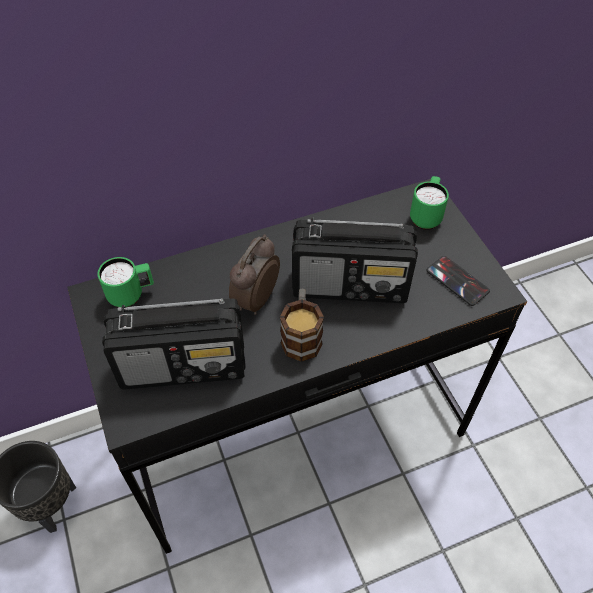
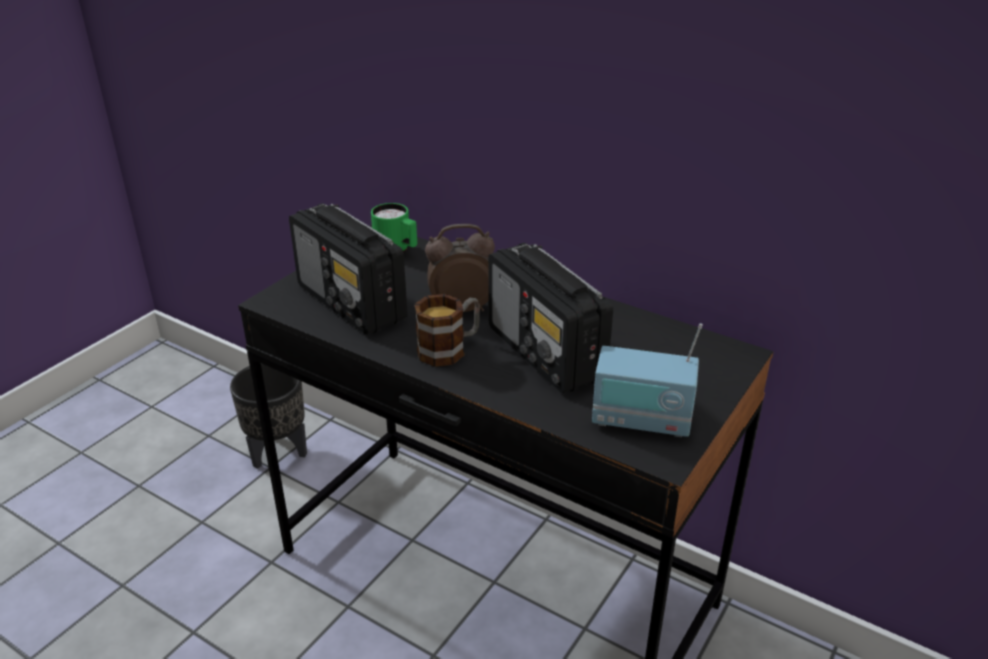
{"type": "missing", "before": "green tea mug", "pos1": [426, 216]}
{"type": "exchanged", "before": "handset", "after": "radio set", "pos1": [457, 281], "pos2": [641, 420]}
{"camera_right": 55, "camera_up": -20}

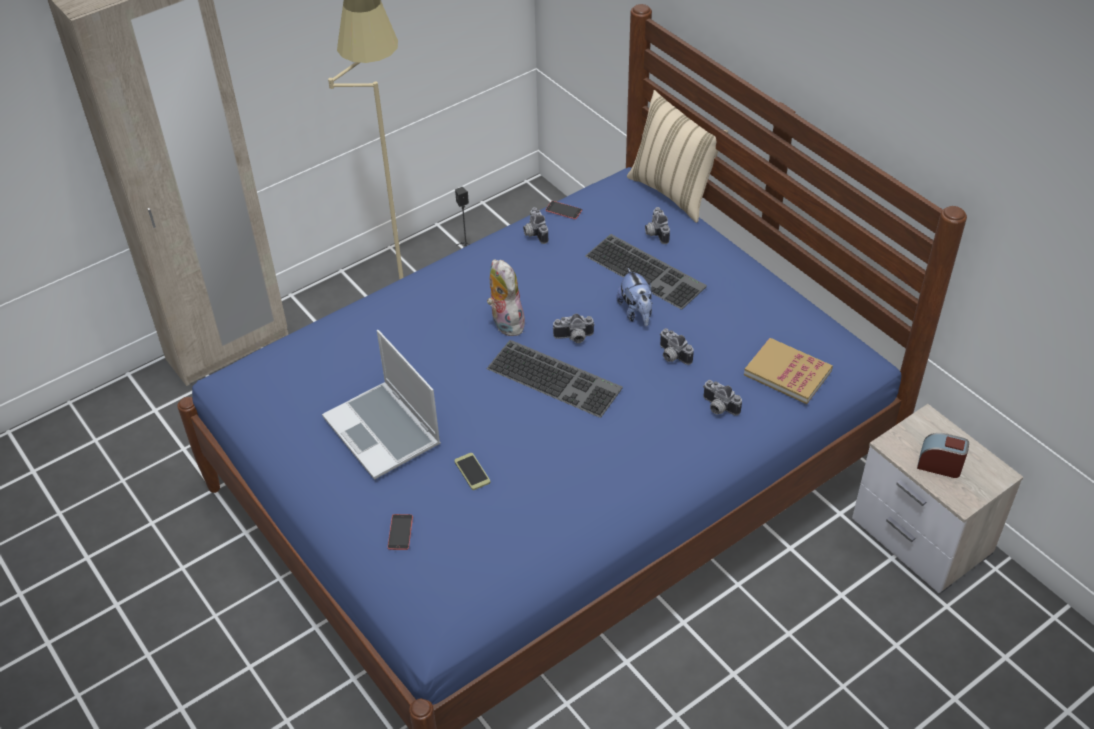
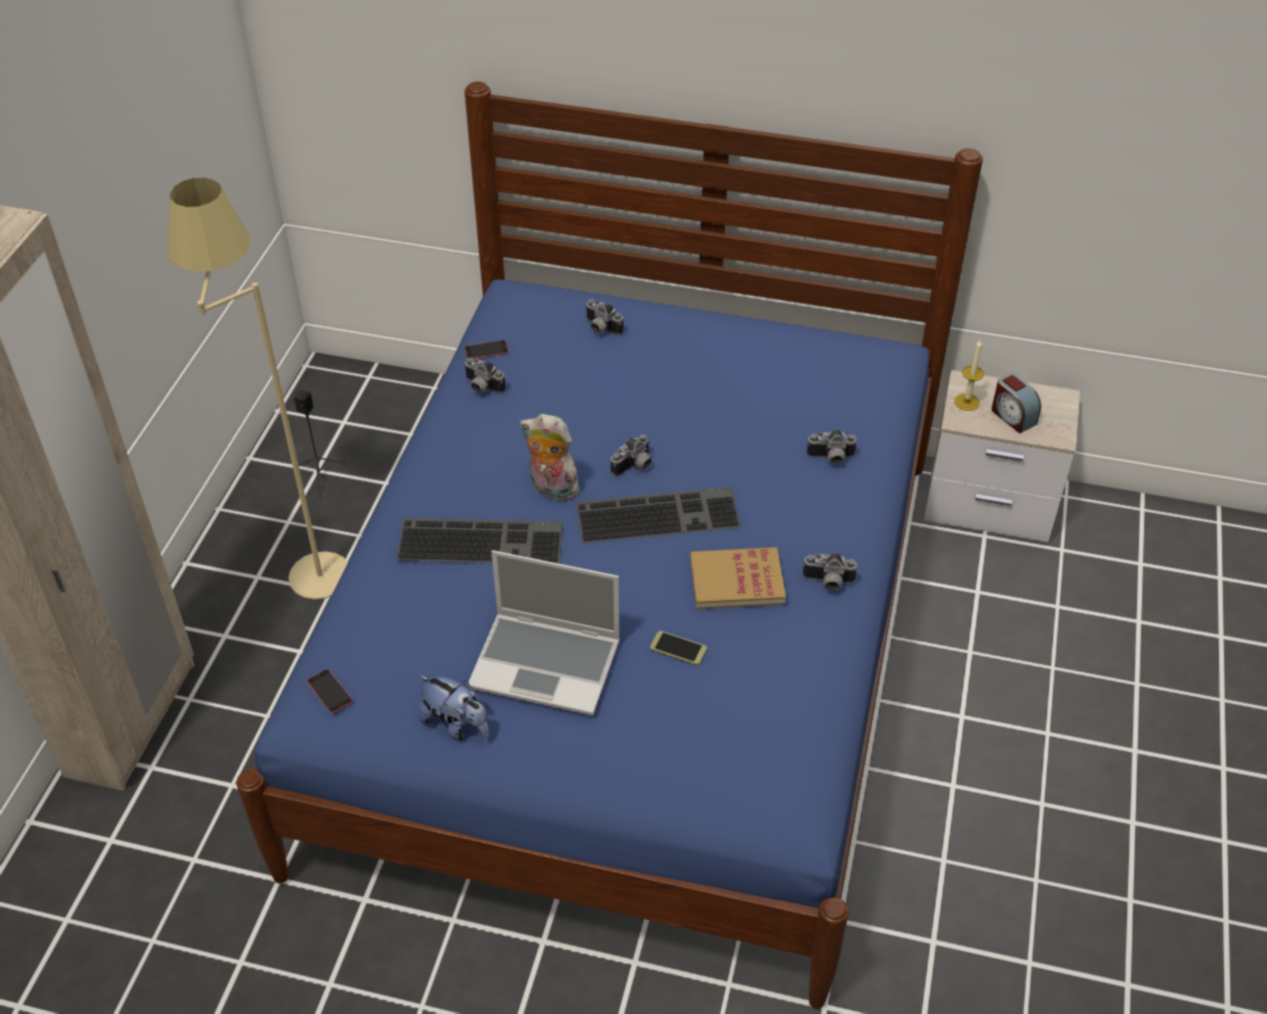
{"type": "missing", "before": "sand-coloured pillow", "pos1": [674, 191]}
{"type": "appeared", "after": "candle", "pos2": [966, 402]}
{"type": "relocated", "before": "handset", "pos1": [400, 532], "pos2": [329, 691]}
{"type": "relocated", "before": "computer keyboard", "pos1": [647, 271], "pos2": [482, 540]}
{"type": "relocated", "before": "plush toy", "pos1": [636, 313], "pos2": [456, 724]}
{"type": "relocated", "before": "still camera", "pos1": [671, 356], "pos2": [828, 583]}
{"type": "relocated", "before": "bound book", "pos1": [787, 373], "pos2": [736, 581]}
{"type": "spun", "before": "table clock", "pos1": [939, 465], "pos2": [1012, 416], "turn": -105}
{"camera_right": -40, "camera_up": 0}

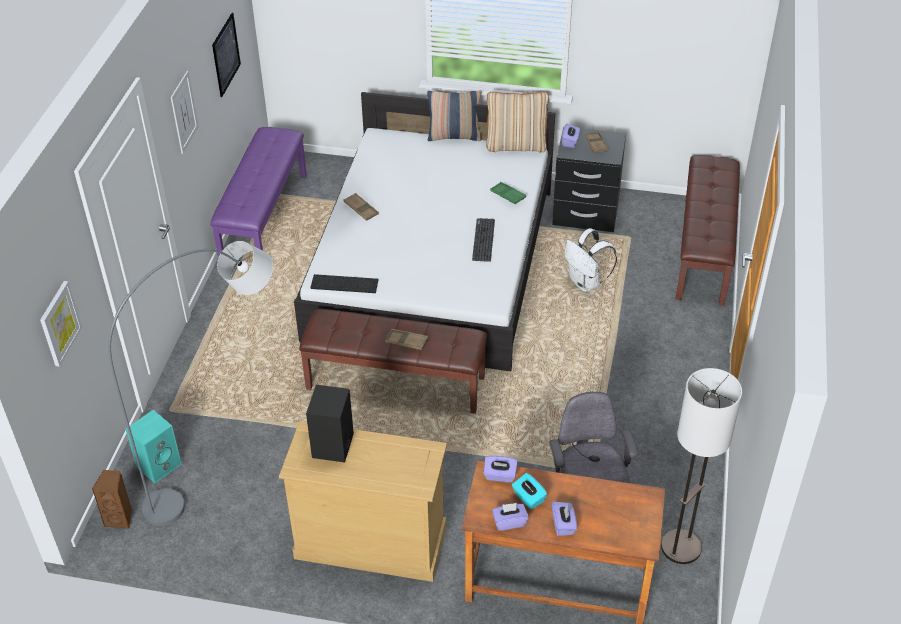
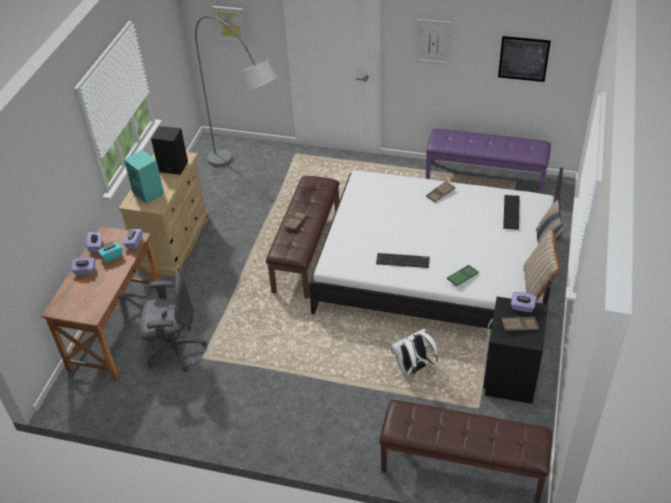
{"type": "missing", "before": "brownish loudspeaker", "pos1": [120, 518]}
{"type": "missing", "before": "floor lamp", "pos1": [681, 547]}
{"type": "relocated", "before": "turquoise-coloured loudspeaker", "pos1": [159, 464], "pos2": [149, 193]}
{"type": "relocated", "before": "computer keyboard", "pos1": [345, 283], "pos2": [512, 212]}
{"camera_right": 95, "camera_up": 0}

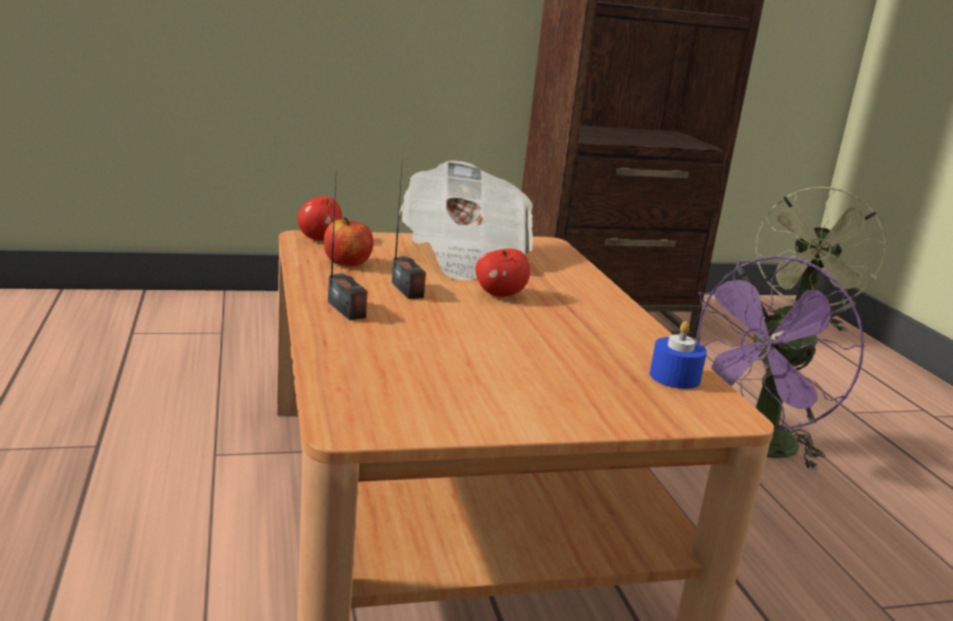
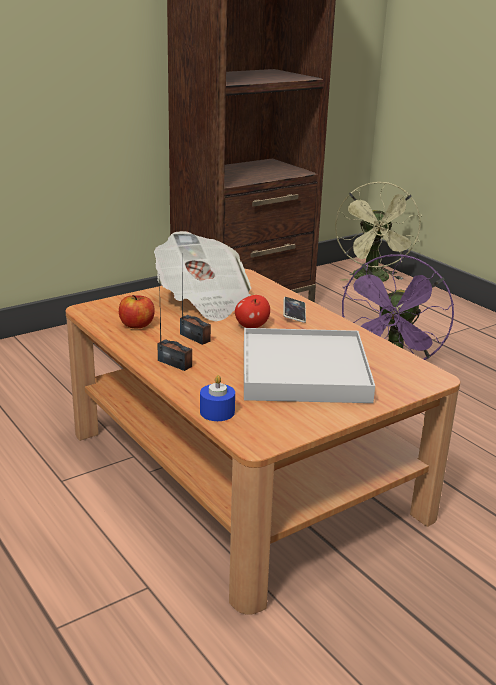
{"type": "missing", "before": "whole apple", "pos1": [319, 238]}
{"type": "appeared", "after": "white-coloured carrying tray", "pos2": [304, 371]}
{"type": "appeared", "after": "handset", "pos2": [294, 312]}
{"type": "relocated", "before": "bluish candle", "pos1": [674, 377], "pos2": [217, 412]}
{"camera_right": -20, "camera_up": 5}

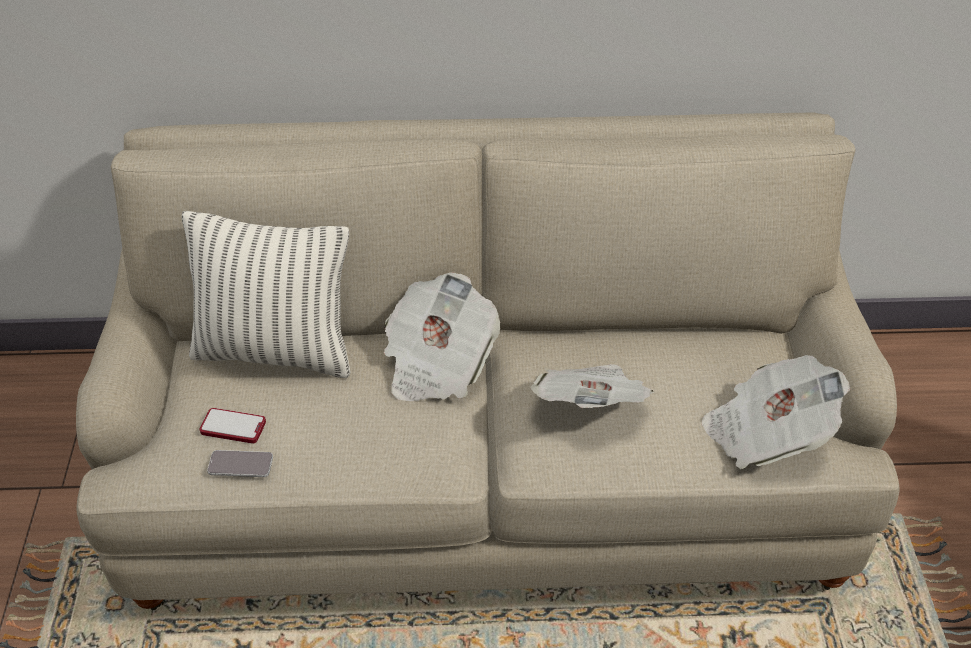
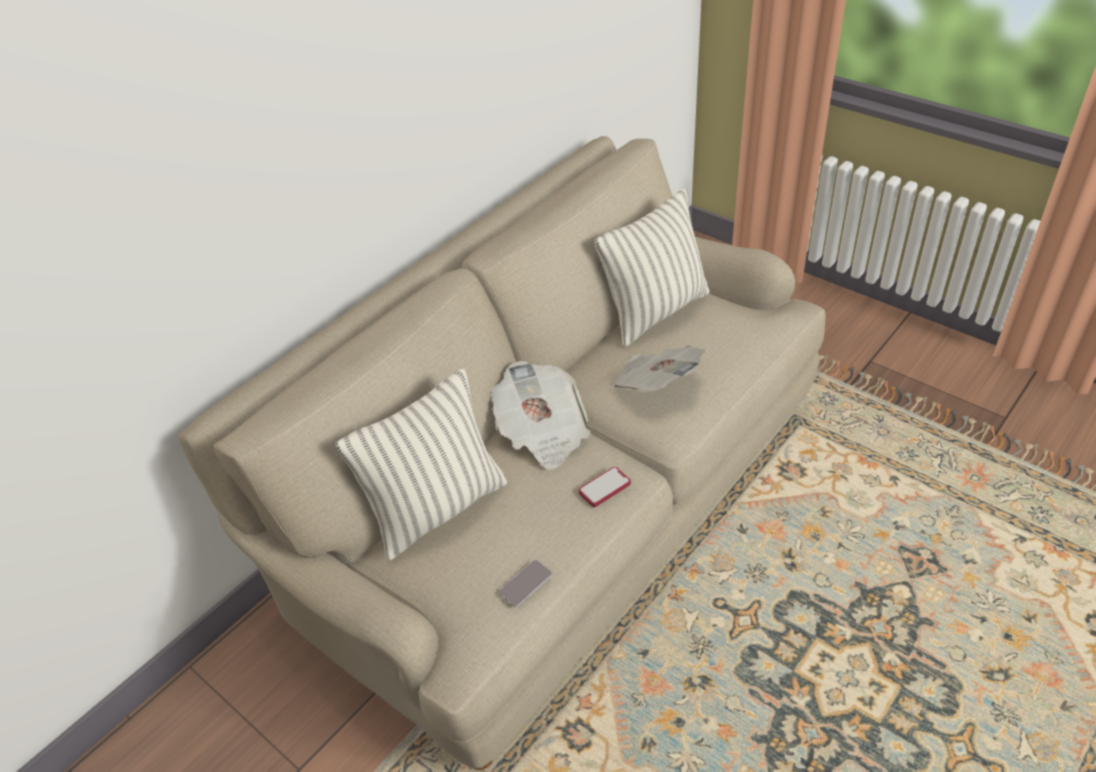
{"type": "missing", "before": "newspaper", "pos1": [767, 434]}
{"type": "appeared", "after": "pillow", "pos2": [655, 312]}
{"type": "relocated", "before": "handset", "pos1": [233, 427], "pos2": [604, 488]}
{"camera_right": -45, "camera_up": 0}

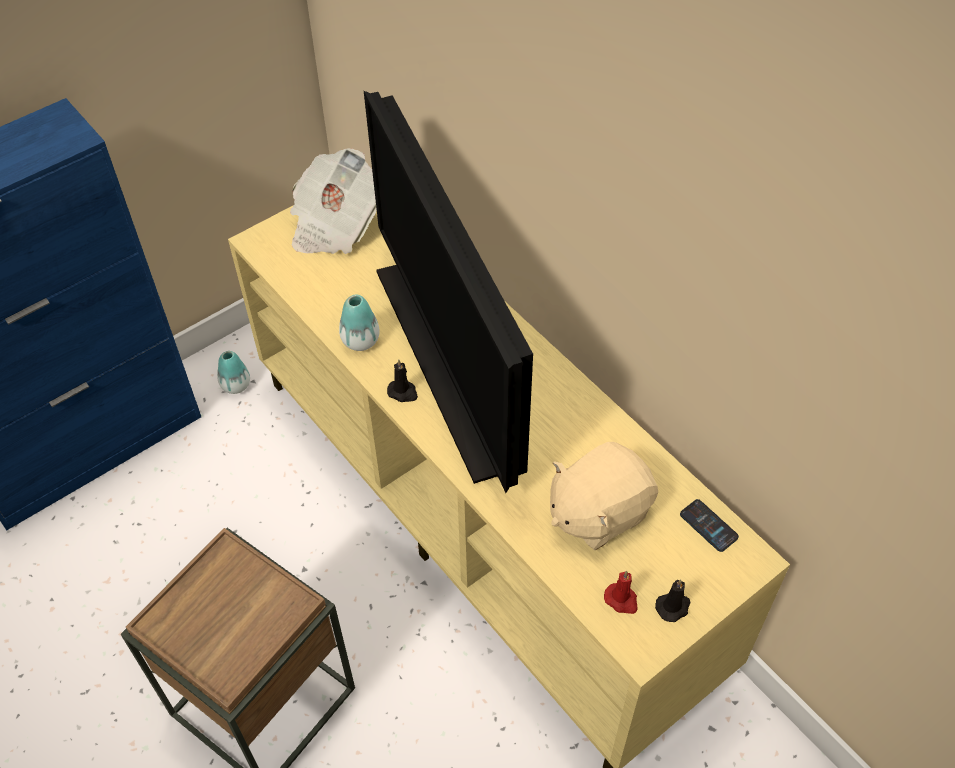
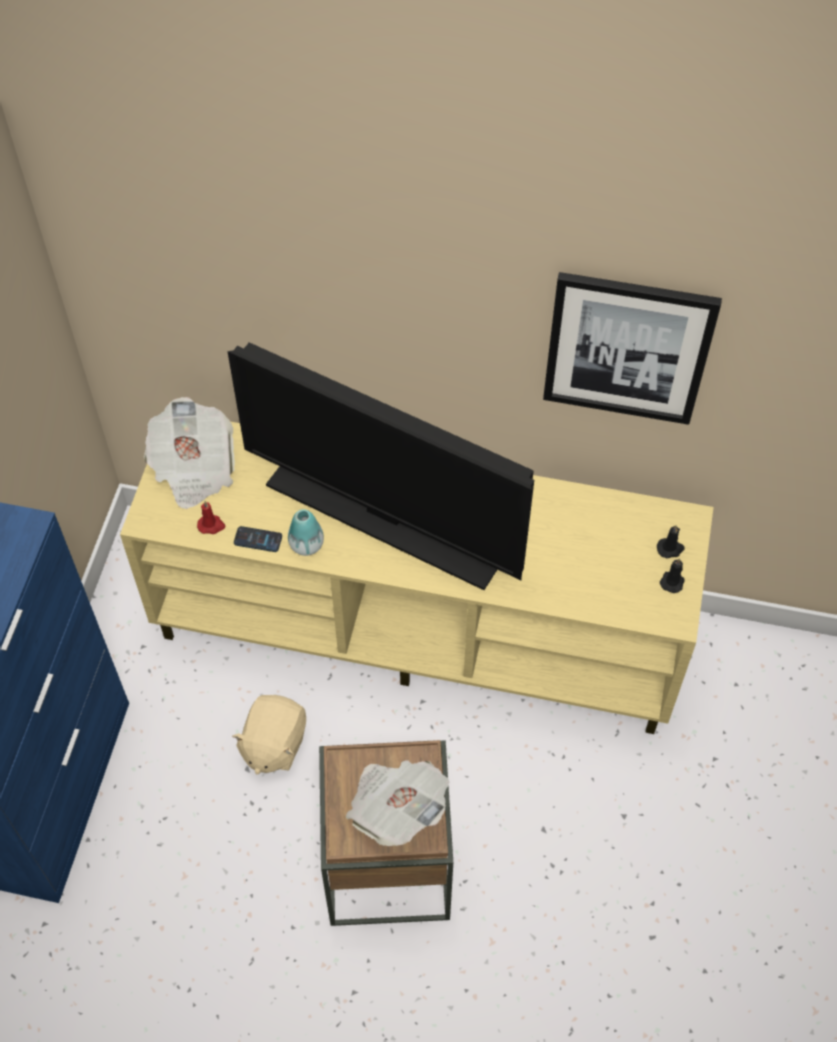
{"type": "missing", "before": "vase", "pos1": [236, 385]}
{"type": "appeared", "after": "newspaper", "pos2": [396, 808]}
{"type": "appeared", "after": "wall art", "pos2": [627, 348]}
{"type": "relocated", "before": "blackish candle", "pos1": [403, 392], "pos2": [670, 549]}
{"type": "relocated", "before": "sand-coloured plush toy", "pos1": [598, 512], "pos2": [273, 744]}
{"type": "relocated", "before": "reddish candle", "pos1": [622, 600], "pos2": [211, 525]}
{"type": "relocated", "before": "handset", "pos1": [708, 526], "pos2": [258, 539]}
{"camera_right": -40, "camera_up": 5}

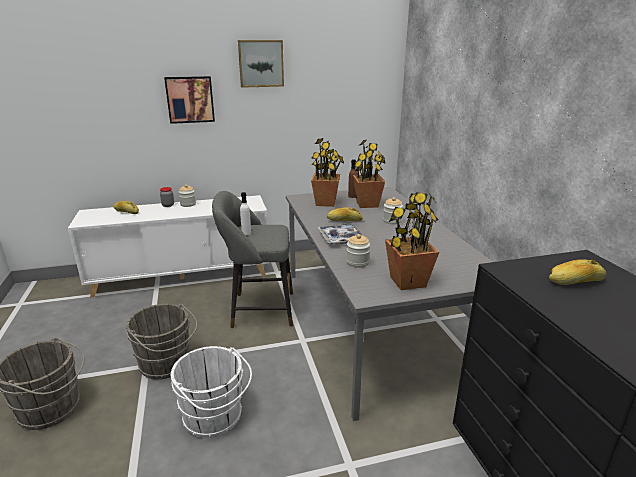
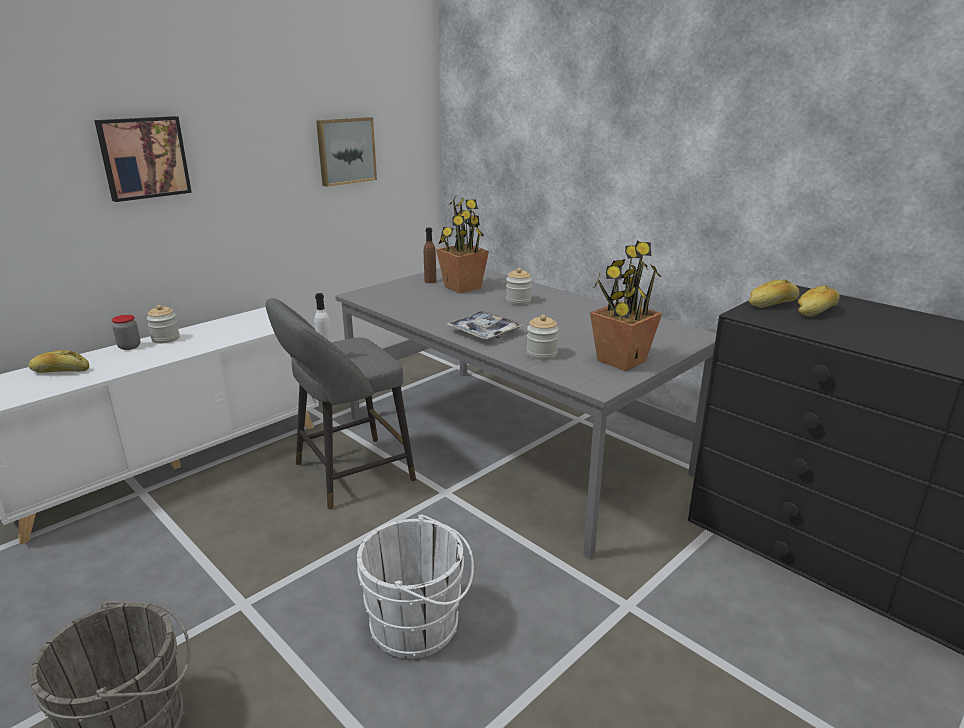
{"type": "missing", "before": "gray pail", "pos1": [167, 364]}
{"type": "missing", "before": "potted plant", "pos1": [325, 203]}
{"type": "relocated", "before": "wall art", "pos1": [261, 63], "pos2": [345, 151]}
{"type": "relocated", "before": "bakery bread", "pos1": [344, 220], "pos2": [772, 304]}
{"camera_right": -30, "camera_up": 0}

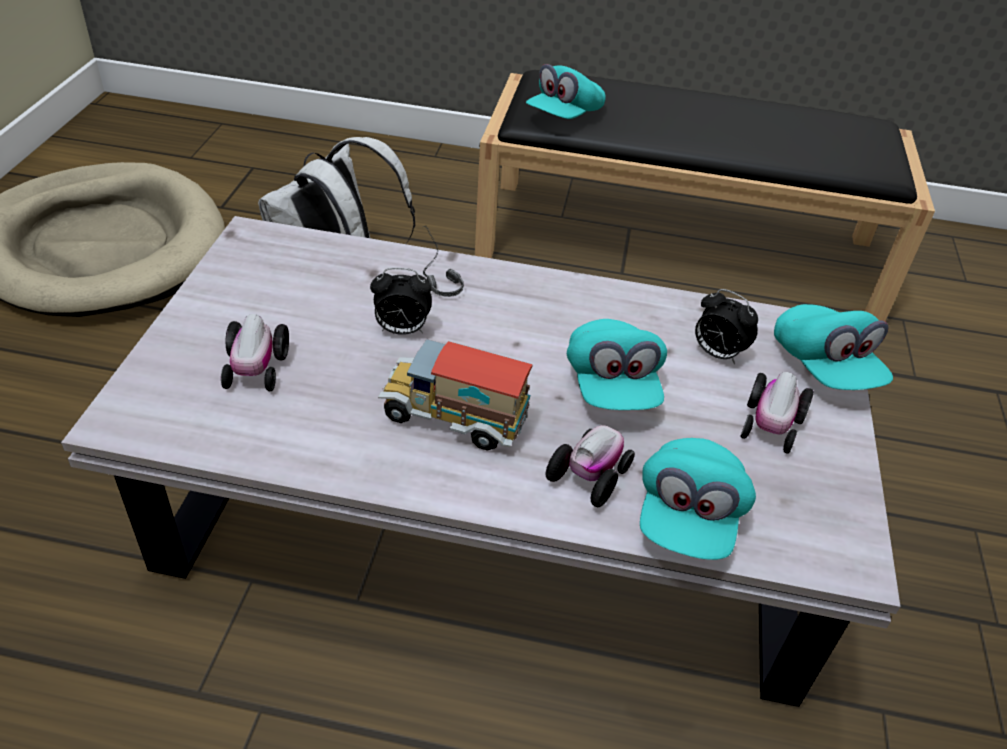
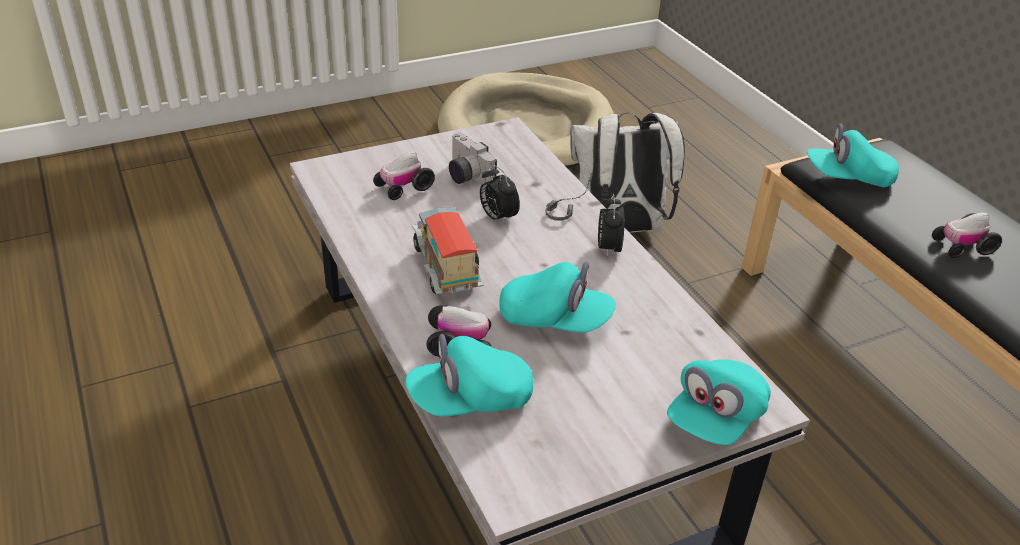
{"type": "appeared", "after": "still camera", "pos2": [465, 176]}
{"type": "relocated", "before": "table clock", "pos1": [716, 353], "pos2": [608, 248]}
{"type": "relocated", "before": "toy car", "pos1": [770, 425], "pos2": [961, 246]}
{"type": "spun", "before": "turquoise-coloured peaked cap", "pos1": [612, 386], "pos2": [555, 320], "turn": -120}
{"camera_right": 55, "camera_up": -5}

